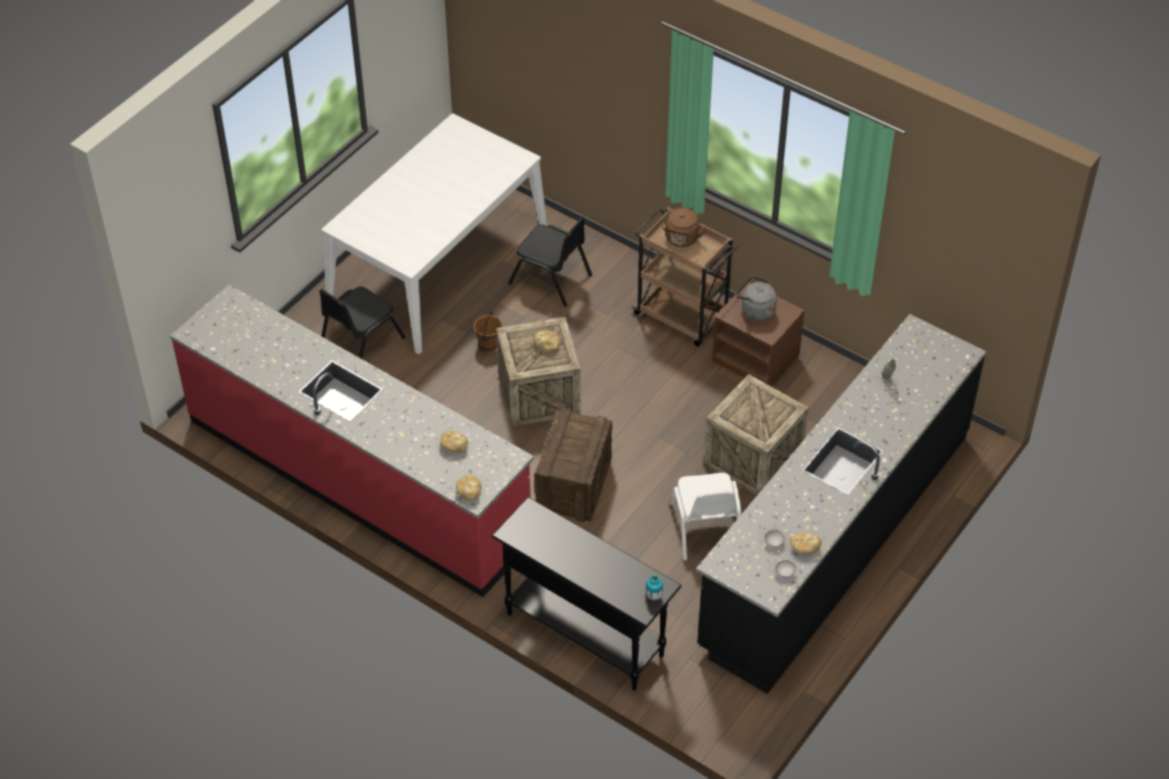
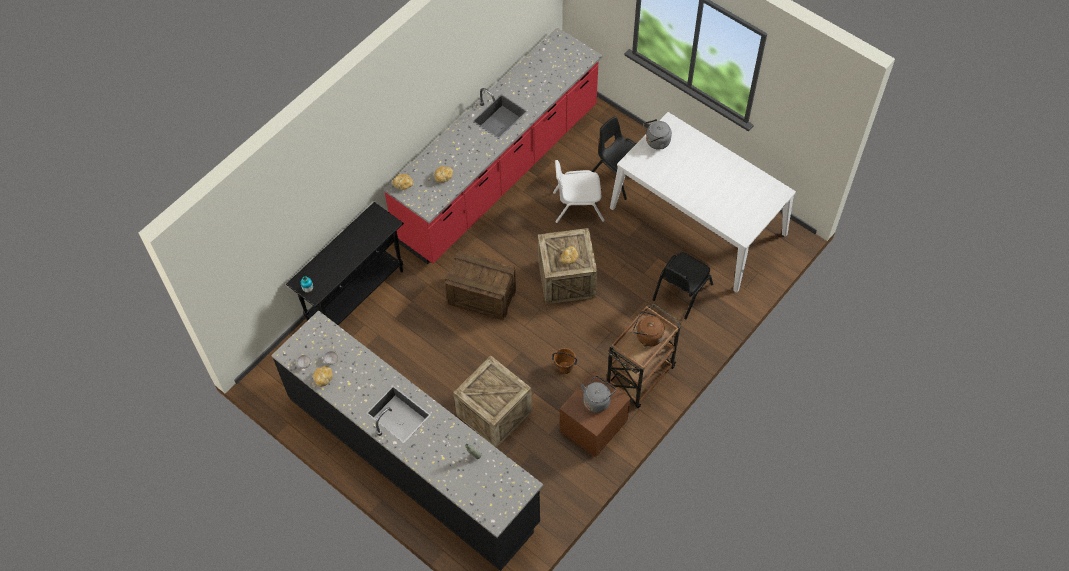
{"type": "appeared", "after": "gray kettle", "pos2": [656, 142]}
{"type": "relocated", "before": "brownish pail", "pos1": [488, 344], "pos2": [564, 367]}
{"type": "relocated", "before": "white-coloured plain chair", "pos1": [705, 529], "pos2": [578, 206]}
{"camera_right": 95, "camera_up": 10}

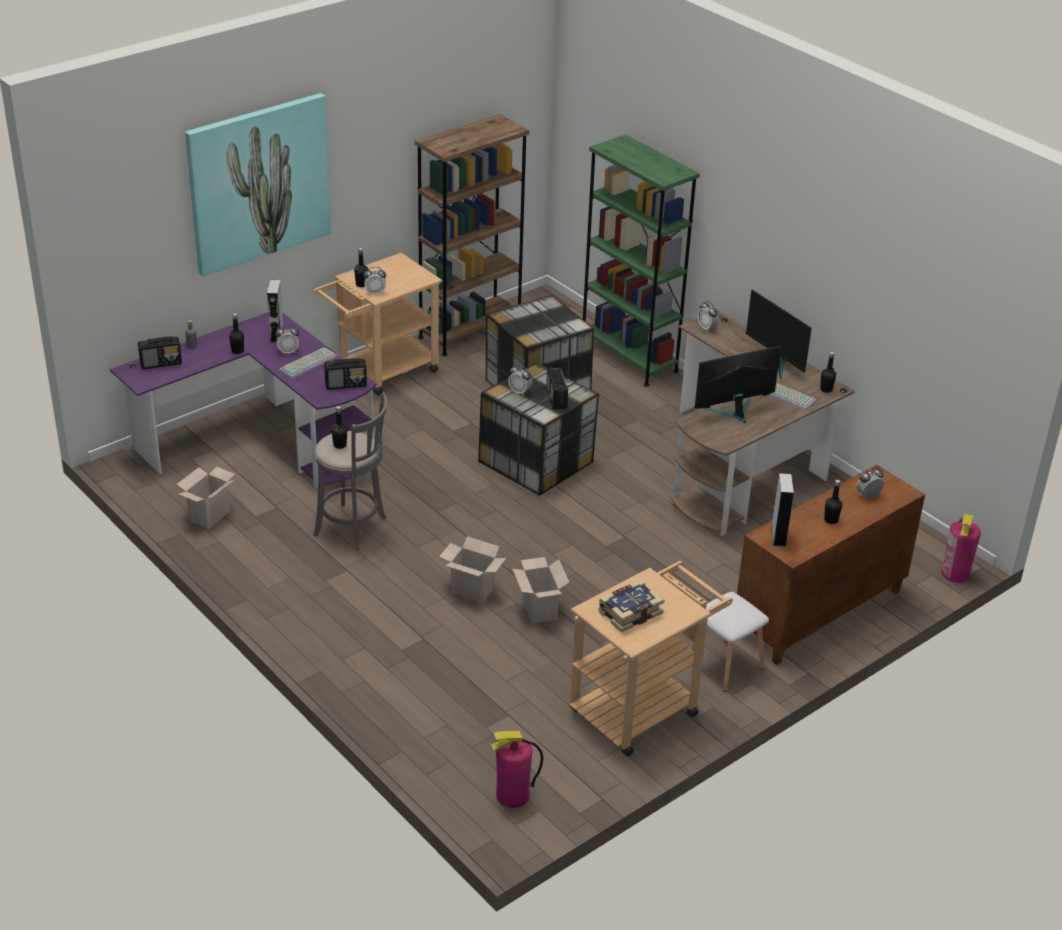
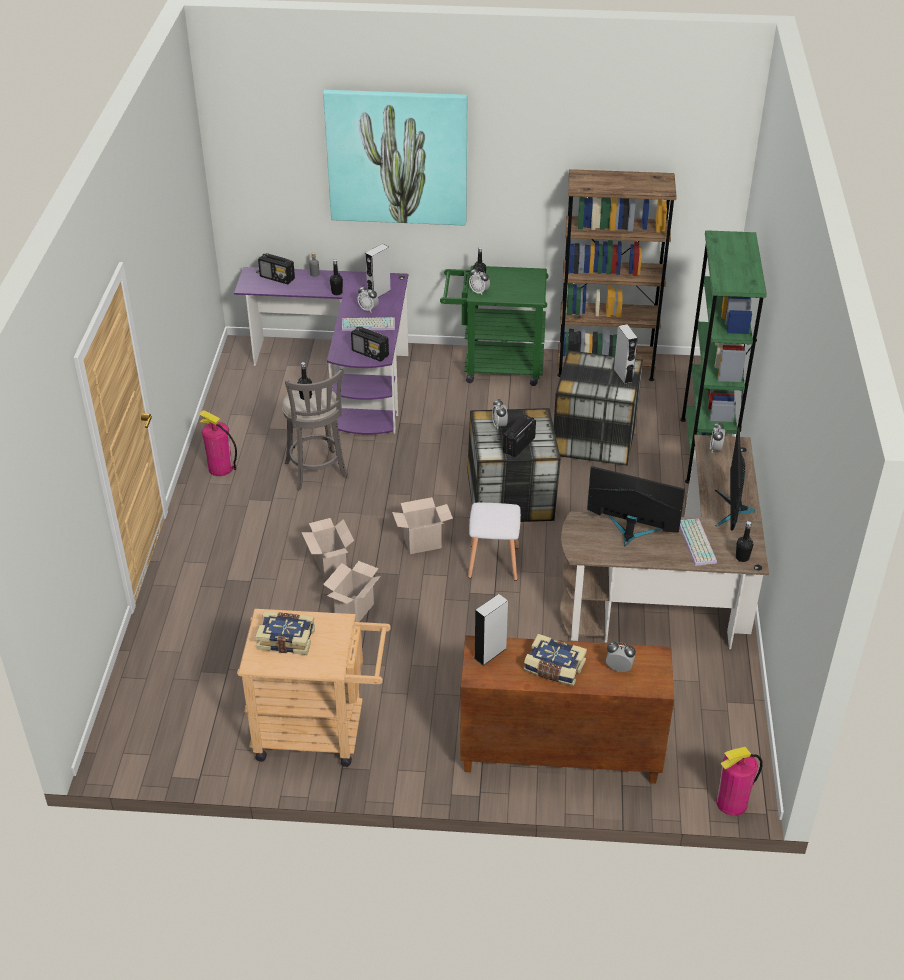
{"type": "appeared", "after": "gray loudspeaker", "pos2": [623, 375]}
{"type": "relocated", "before": "packing box", "pos1": [209, 515], "pos2": [423, 542]}
{"type": "relocated", "before": "extinguisher", "pos1": [512, 795], "pos2": [220, 468]}
{"type": "relocated", "before": "white-coloured stool", "pos1": [723, 664], "pos2": [493, 561]}
{"type": "exchanged", "before": "blackish beverage bottle", "after": "bound book", "pos1": [831, 520], "pos2": [554, 668]}
{"type": "colour", "before": "sand-coloured trolley", "after": "green trolley", "pos1": [381, 372], "pos2": [494, 366]}
{"camera_right": 45, "camera_up": 5}

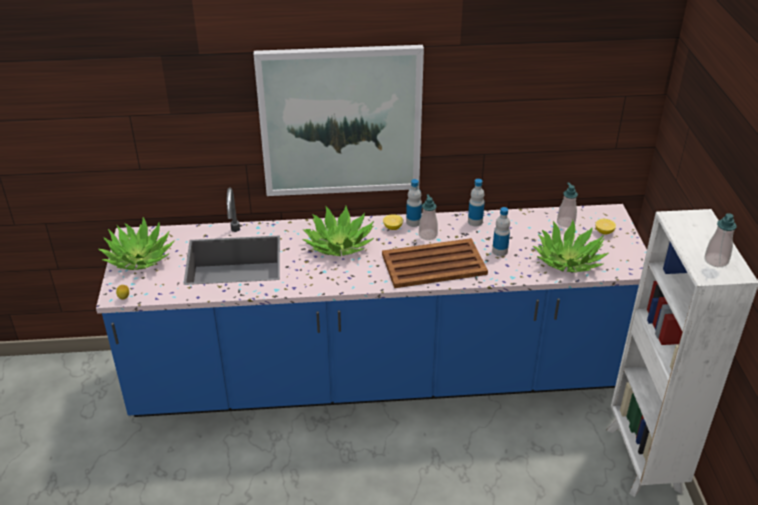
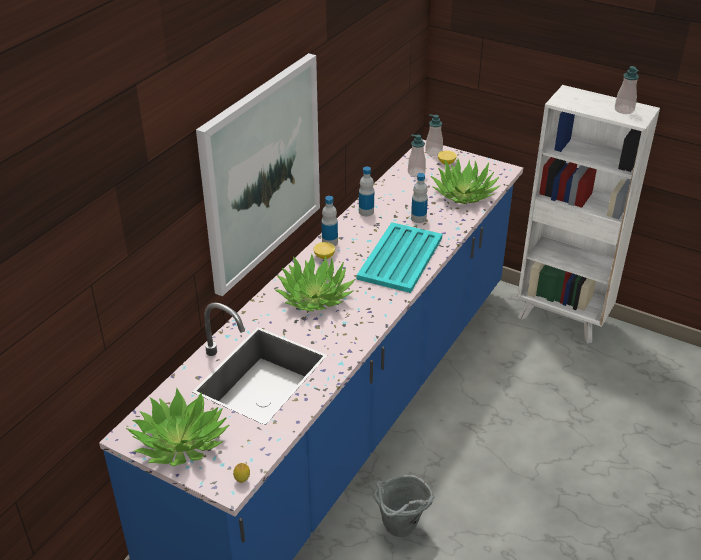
{"type": "appeared", "after": "gray pail", "pos2": [400, 531]}
{"type": "relocated", "before": "soap bottle", "pos1": [428, 235], "pos2": [433, 152]}
{"type": "colour", "before": "brownish carrying tray", "after": "turquoise-coloured carrying tray", "pos1": [432, 264], "pos2": [399, 258]}
{"camera_right": -55, "camera_up": 0}

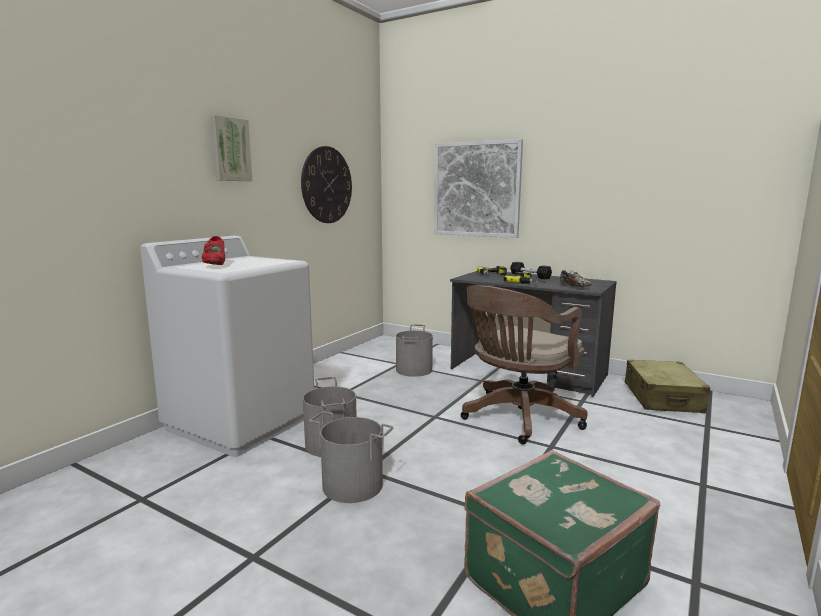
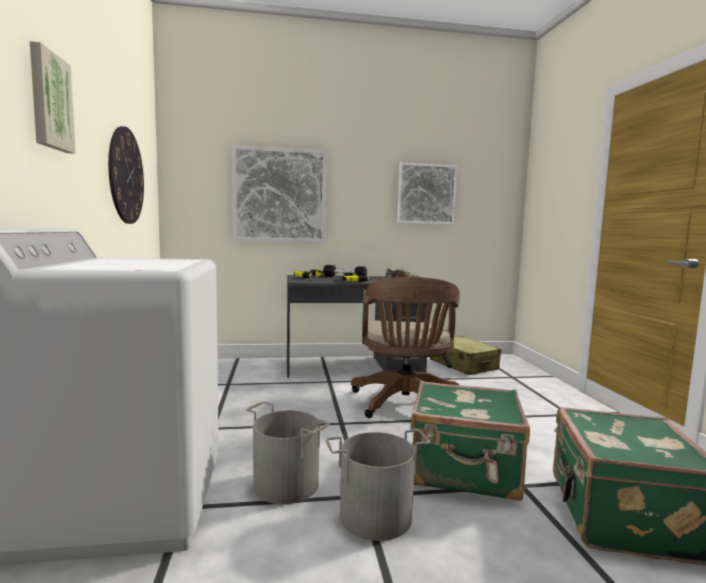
{"type": "missing", "before": "reddish shoe", "pos1": [215, 265]}
{"type": "missing", "before": "gray pail", "pos1": [414, 370]}
{"type": "appeared", "after": "wall art", "pos2": [426, 194]}
{"type": "appeared", "after": "green travel case", "pos2": [464, 471]}
{"camera_right": -40, "camera_up": -5}

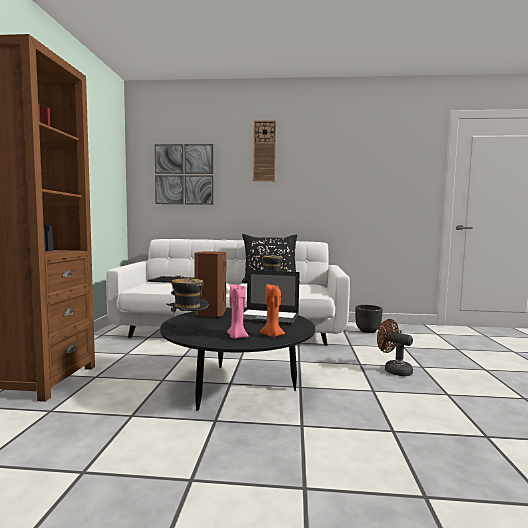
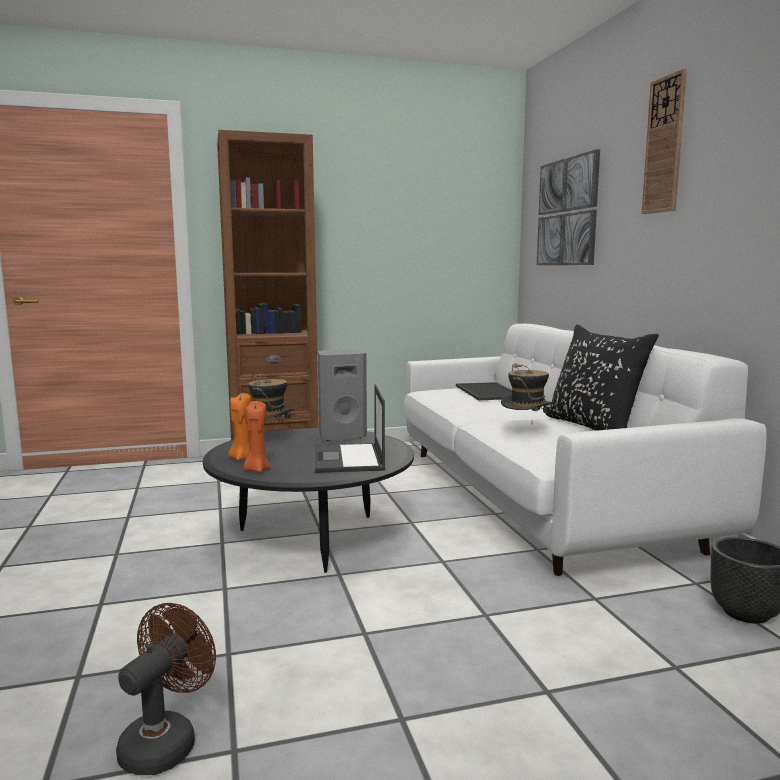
{"type": "relocated", "before": "brownish cooling fan", "pos1": [393, 370], "pos2": [165, 741]}
{"type": "colour", "before": "brownish loudspeaker", "after": "gray loudspeaker", "pos1": [210, 314], "pos2": [341, 436]}
{"type": "colour", "before": "pinkish candle", "after": "orangey candle", "pos1": [236, 337], "pos2": [242, 458]}
{"camera_right": 70, "camera_up": 5}

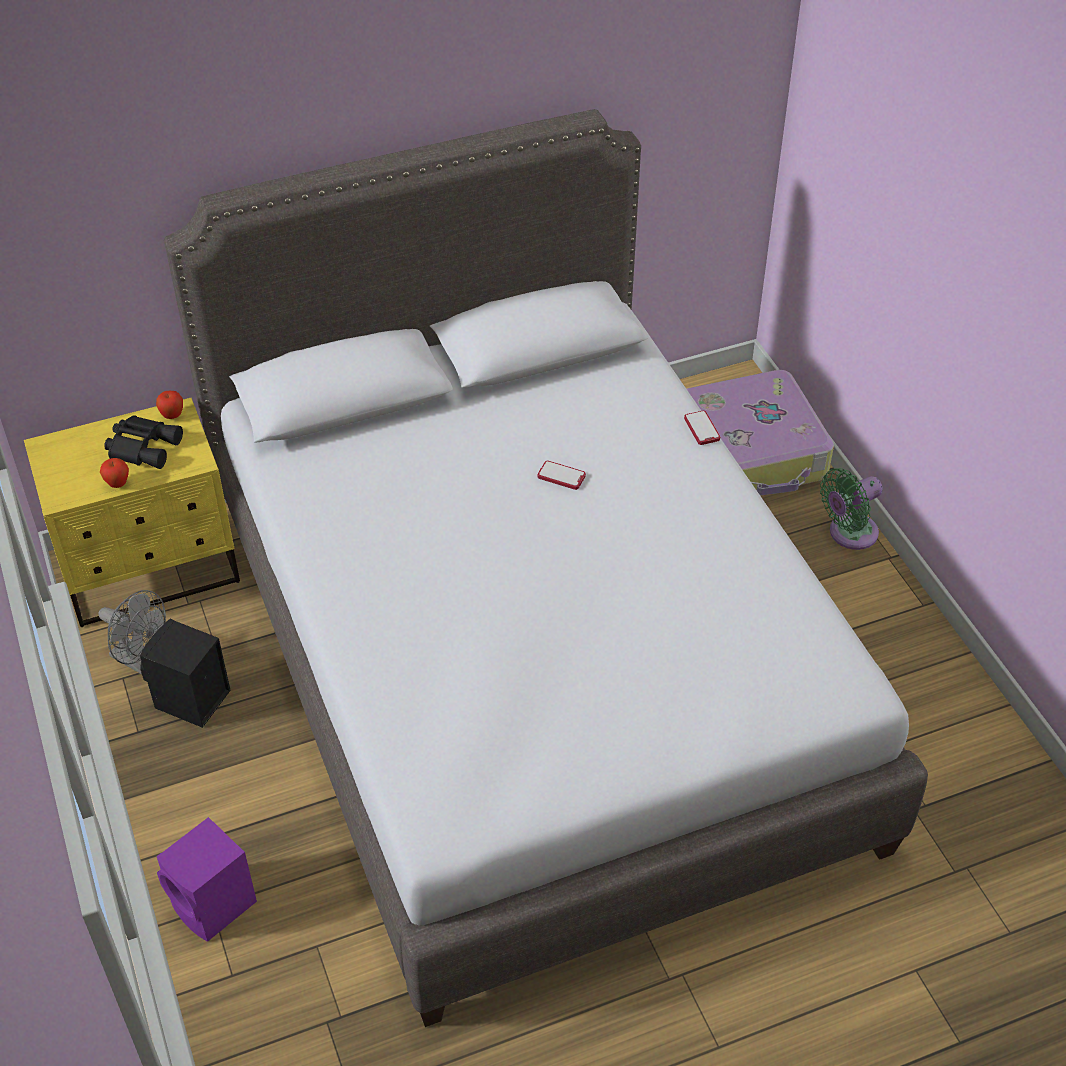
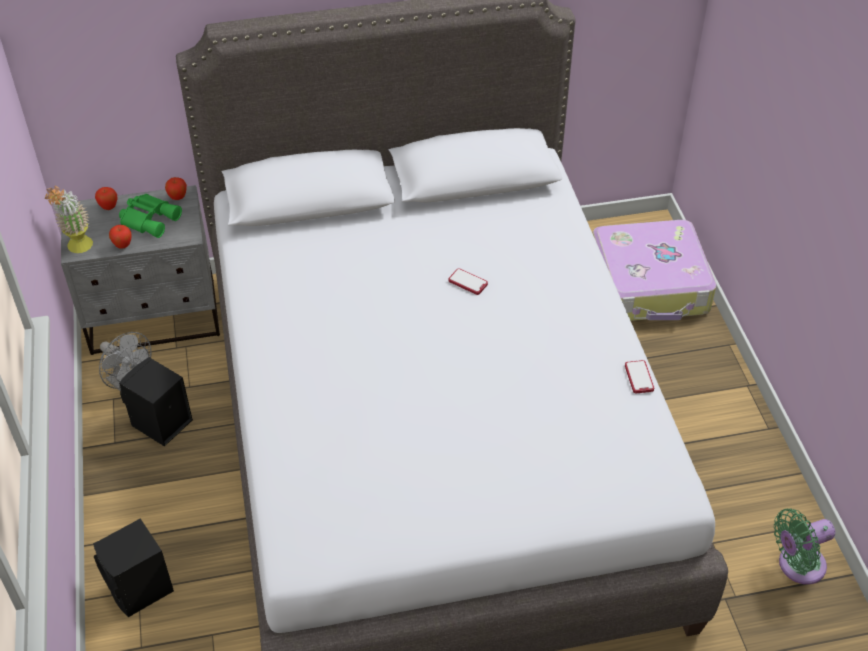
{"type": "appeared", "after": "potted plant", "pos2": [78, 249]}
{"type": "appeared", "after": "whole apple", "pos2": [109, 207]}
{"type": "relocated", "before": "handset", "pos1": [702, 429], "pos2": [639, 377]}
{"type": "relocated", "before": "green cooling fan", "pos1": [848, 534], "pos2": [797, 565]}
{"type": "colour", "before": "yellow bedside table", "after": "gray bedside table", "pos1": [151, 570], "pos2": [154, 317]}
{"type": "colour", "before": "blackish binoculars", "after": "green binoculars", "pos1": [143, 446], "pos2": [150, 219]}
{"type": "colour", "before": "purplish loudspeaker", "after": "blackish loudspeaker", "pos1": [215, 907], "pos2": [141, 590]}
{"camera_right": 10, "camera_up": 0}

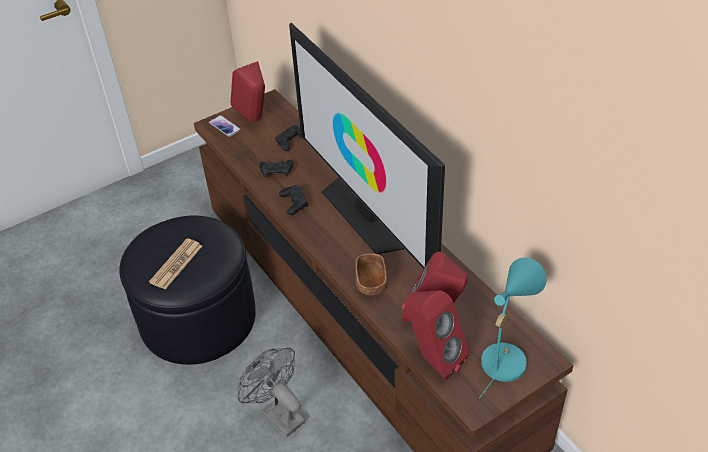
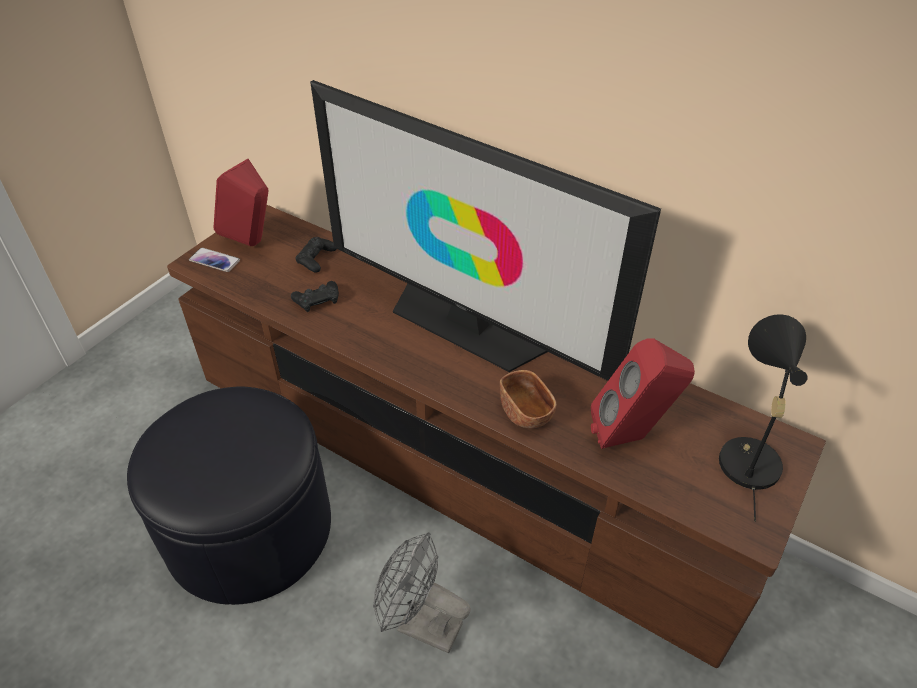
{"type": "missing", "before": "newspaper", "pos1": [176, 264]}
{"type": "missing", "before": "blackish joypad", "pos1": [294, 203]}
{"type": "missing", "before": "reddish loudspeaker", "pos1": [432, 359]}
{"type": "colour", "before": "turquoise-coloured lamp for a table", "after": "blackish lamp for a table", "pos1": [505, 357], "pos2": [746, 456]}
{"camera_right": -25, "camera_up": 0}

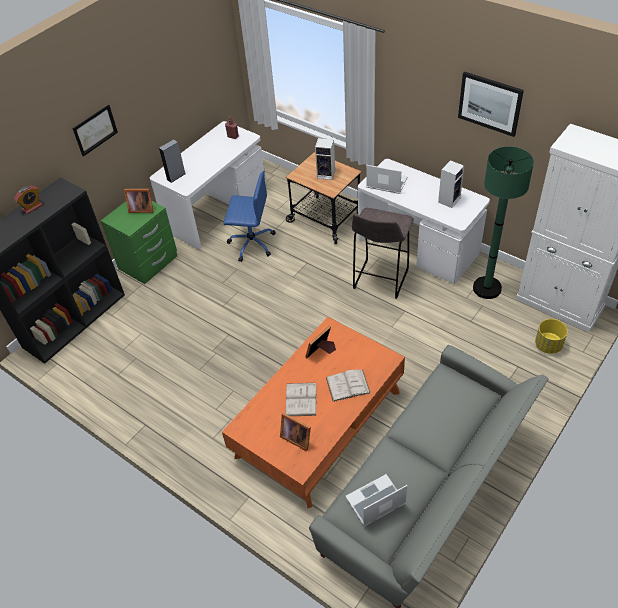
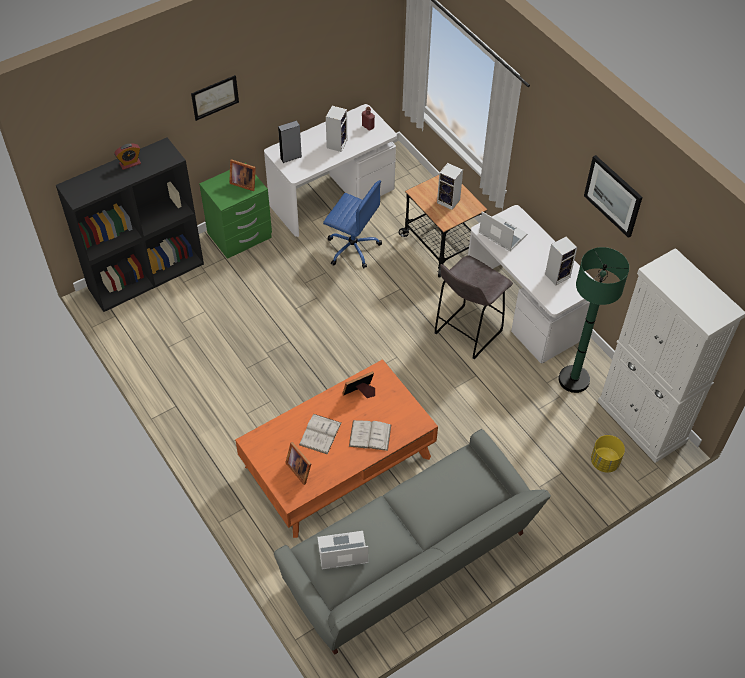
{"type": "appeared", "after": "loudspeaker", "pos2": [336, 143]}
{"camera_right": 15, "camera_up": 5}

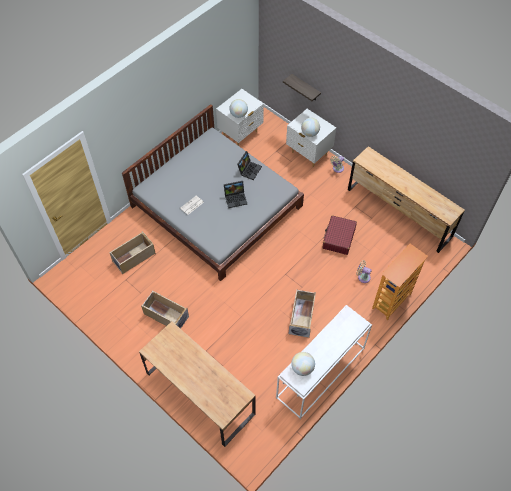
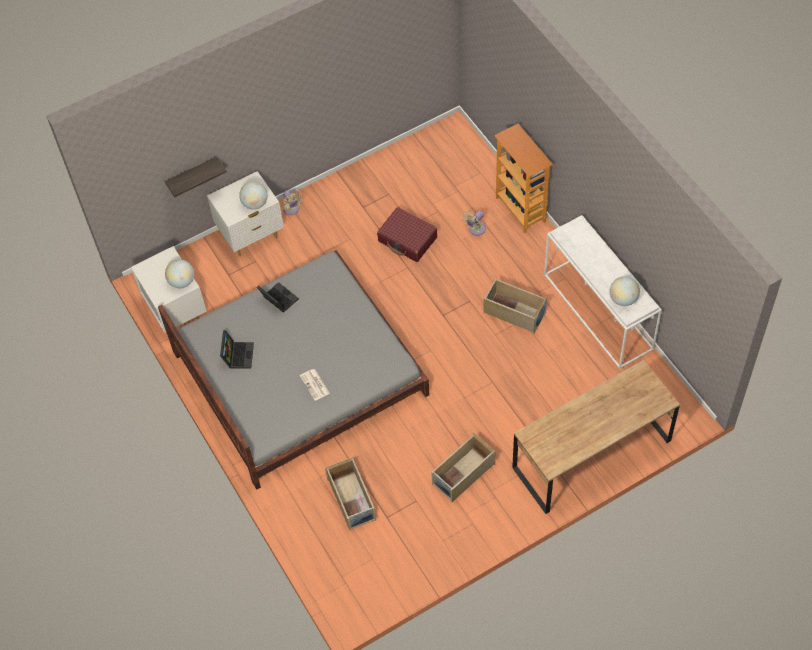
{"type": "missing", "before": "brownish drawer chest", "pos1": [398, 213]}
{"type": "relocated", "before": "laptop", "pos1": [236, 198], "pos2": [238, 354]}
{"camera_right": -70, "camera_up": 0}

